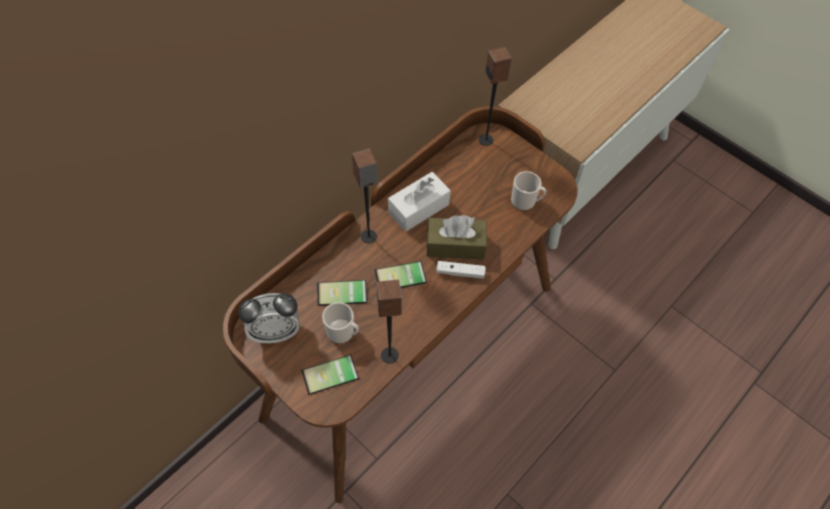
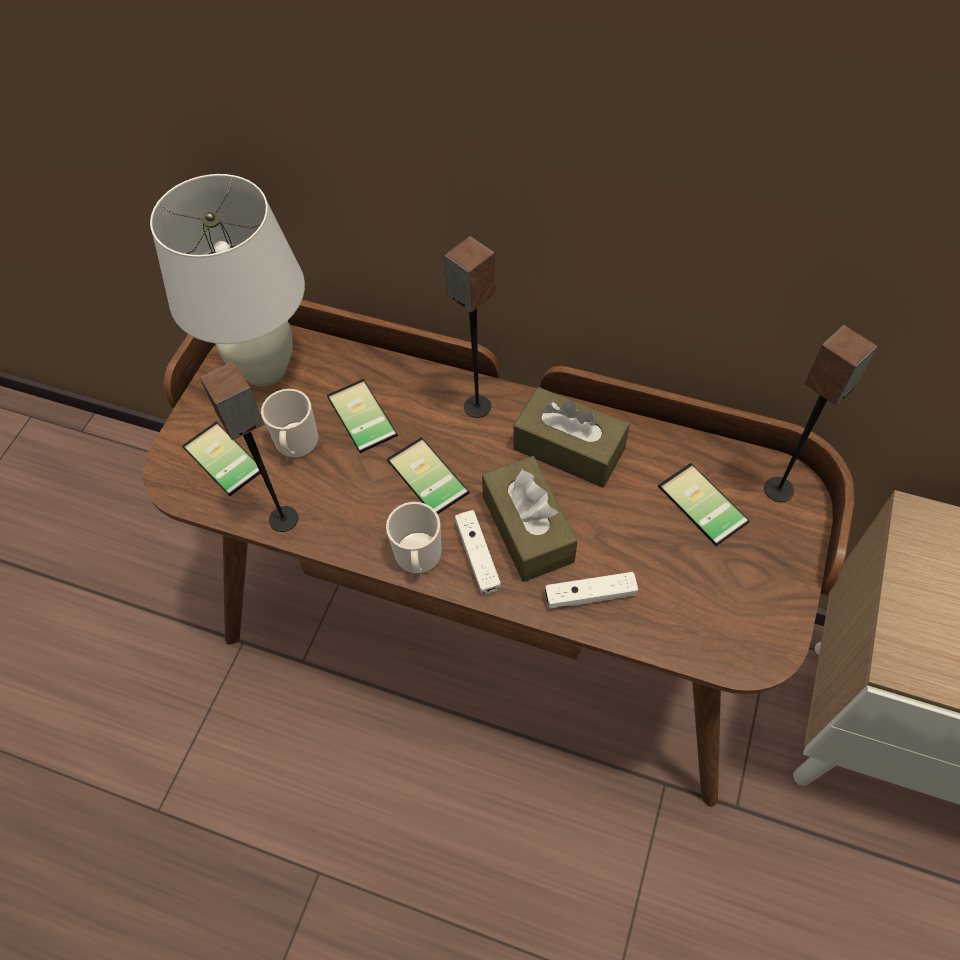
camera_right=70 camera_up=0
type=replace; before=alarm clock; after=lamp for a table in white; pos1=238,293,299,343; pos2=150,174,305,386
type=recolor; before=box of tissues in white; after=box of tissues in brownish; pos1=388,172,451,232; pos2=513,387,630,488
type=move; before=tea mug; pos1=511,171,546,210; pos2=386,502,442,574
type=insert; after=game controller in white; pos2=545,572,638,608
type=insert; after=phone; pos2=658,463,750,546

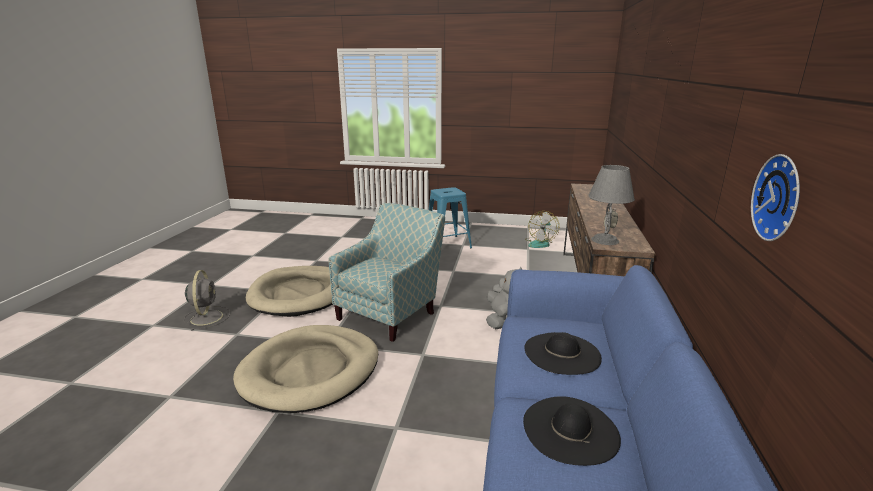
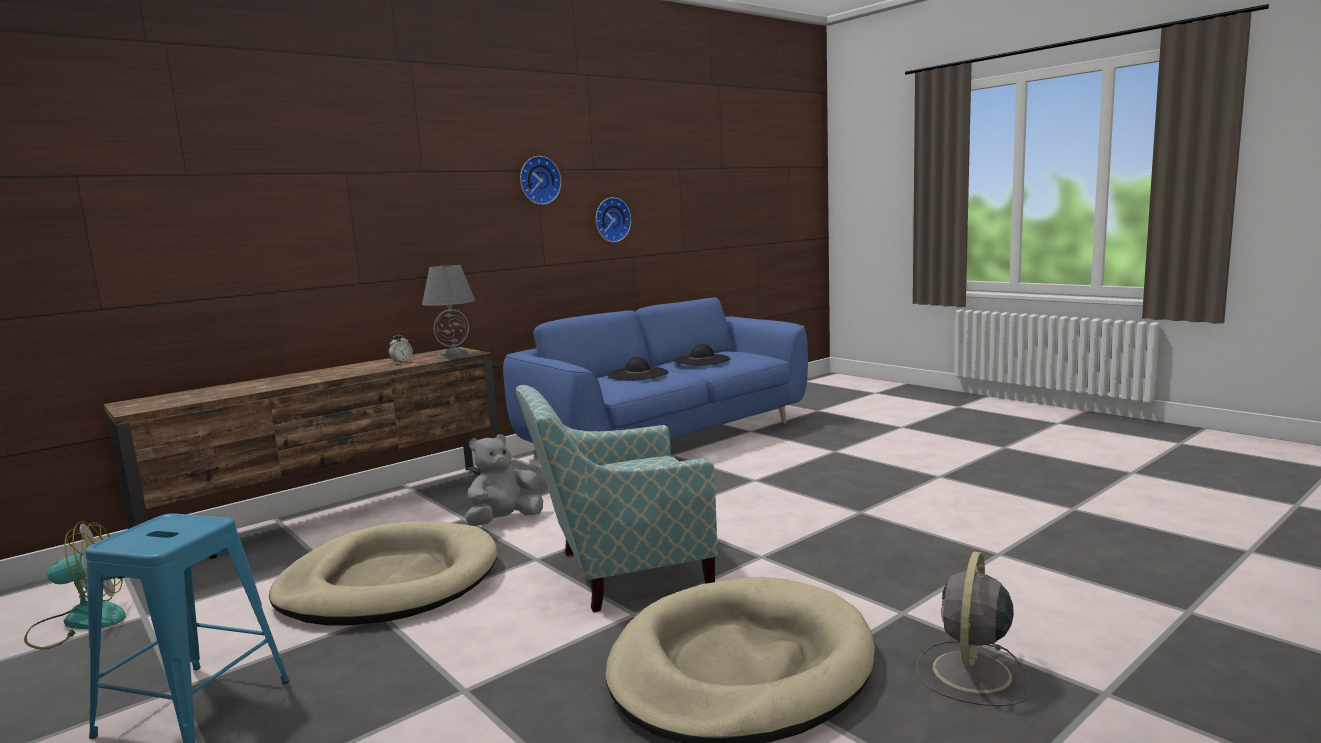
camera_right=-140 camera_up=-10
type=move; before=dog bed in beige; pos1=233,325,378,413; pos2=269,522,497,626
type=insert; after=clock on the wall; pos2=520,156,561,205

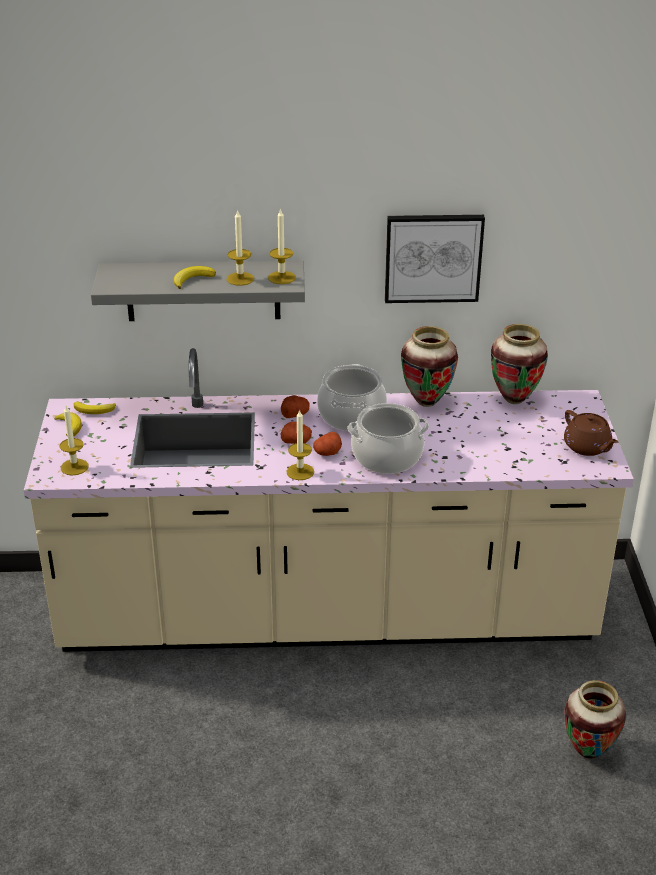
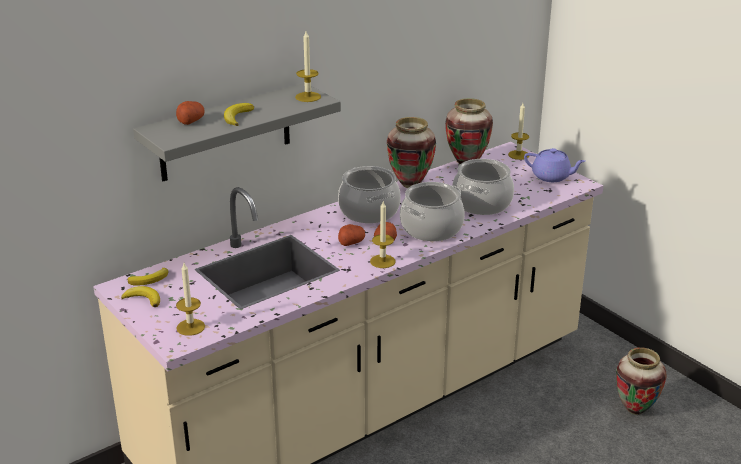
camera_right=-35 camera_up=-5
type=move; before=candle; pos1=227,209,254,286; pos2=508,103,529,160
type=move; before=potato; pos1=281,395,310,418; pos2=176,101,205,125
type=delete; before=wall art; pos1=385,215,485,303
type=recolor; before=tea pot in brownish; after=tea pot in purple; pos1=564,410,618,456; pos2=524,148,585,182
type=insert; after=cooking pot; pos2=452,159,514,215

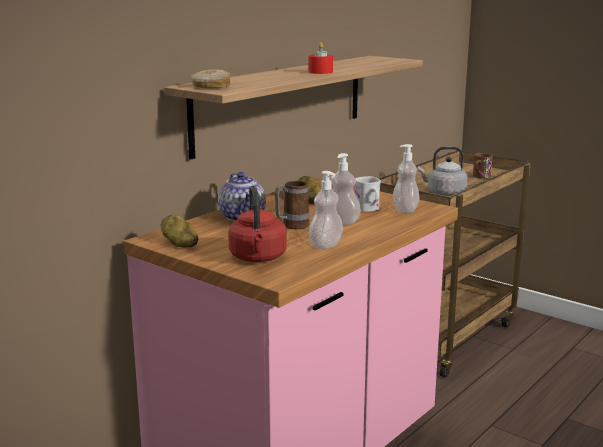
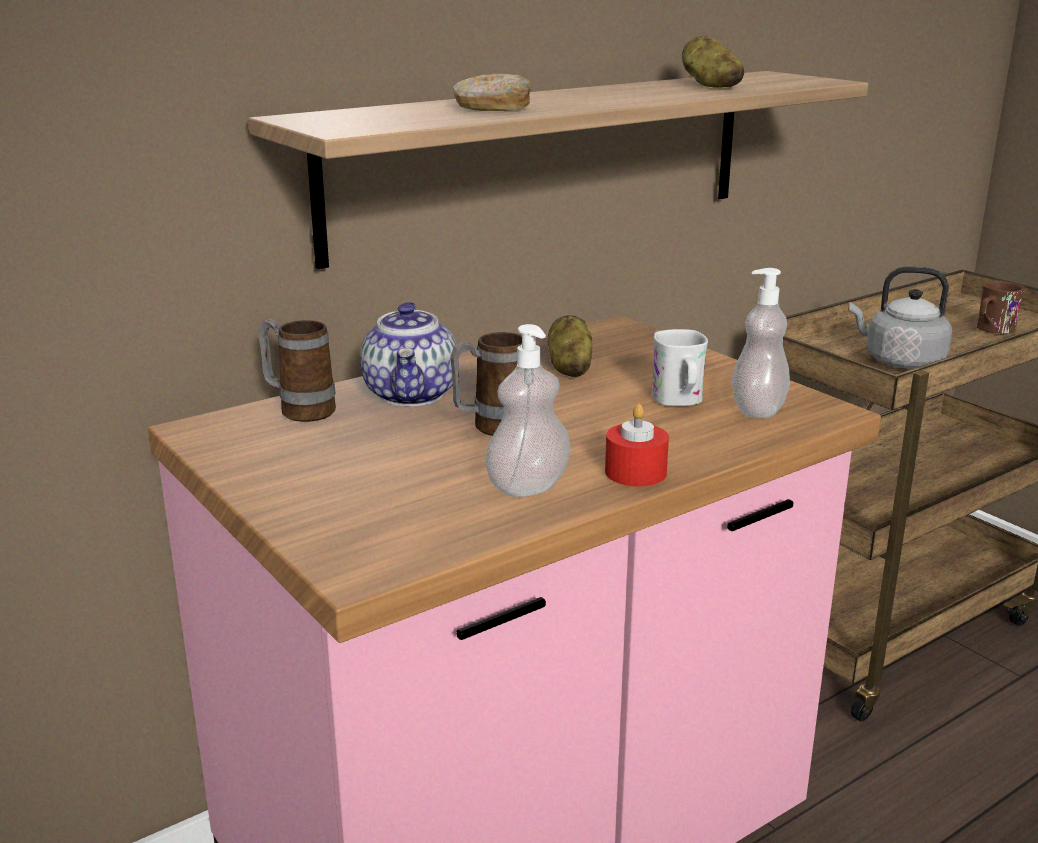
camera_right=15 camera_up=5
type=move; before=potato; pos1=161,215,198,248; pos2=682,36,744,88
type=move; before=donut; pos1=191,69,231,88; pos2=453,74,532,111
type=delete; before=water kettle in reddish; pos1=228,186,287,262
type=move; before=candle in reddish; pos1=308,42,333,74; pos2=605,404,669,486
type=delete; before=soap dispenser; pos1=330,153,361,225
type=insert; after=tea mug; pos2=258,319,336,422

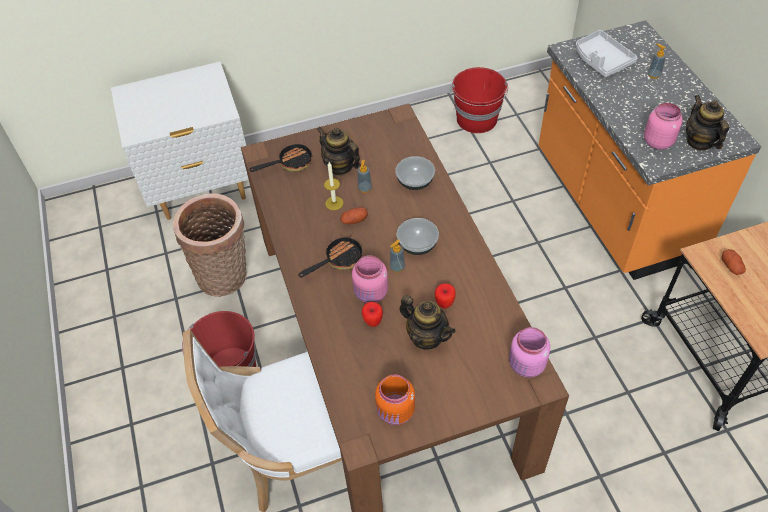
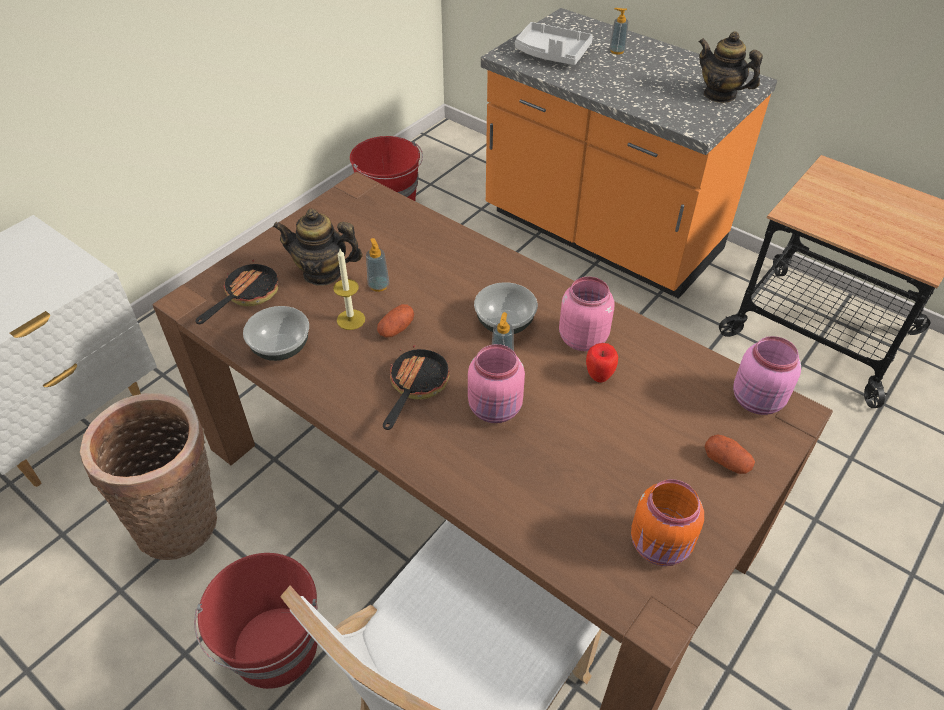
camera_right=-35 camera_up=-5
type=delete; before=apple fruit; pos1=362,302,383,327
type=move; before=bowl; pos1=395,156,435,190; pos2=243,306,309,361
type=delete; before=tea pot; pos1=399,295,456,349
type=move; before=storage jar in pink; pos1=644,103,683,150; pos2=559,277,614,351
type=move; before=potato; pos1=722,249,746,275; pos2=705,435,755,474

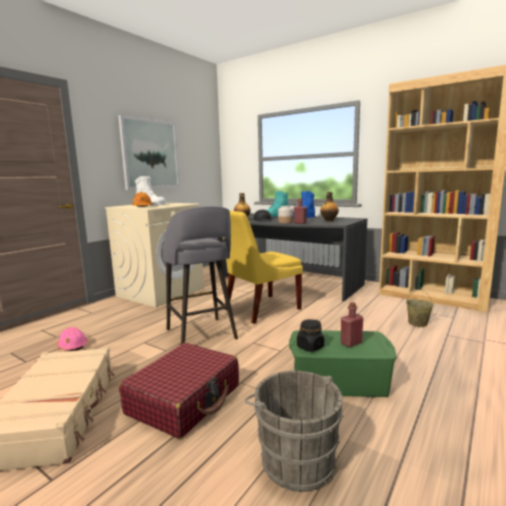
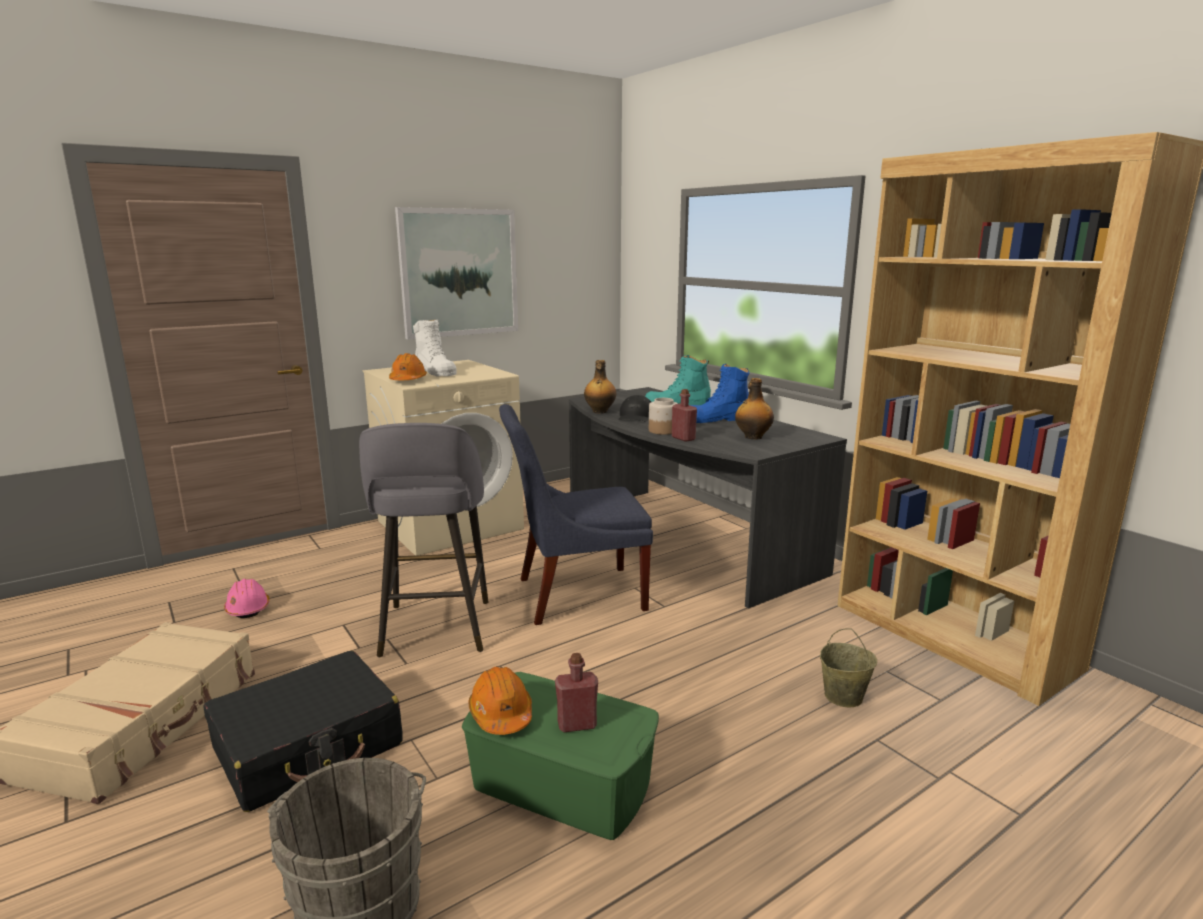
camera_right=20 camera_up=5
type=recolor; before=piece of luggage in reddish; after=piece of luggage in black; pos1=119,343,239,439; pos2=204,651,403,812
type=recolor; before=upright chair in yellow-coloured; after=upright chair in blue; pos1=223,211,303,324; pos2=499,404,653,625
type=replace; before=storage jar in black; after=work helmet in orange; pos1=297,319,324,352; pos2=469,667,532,735

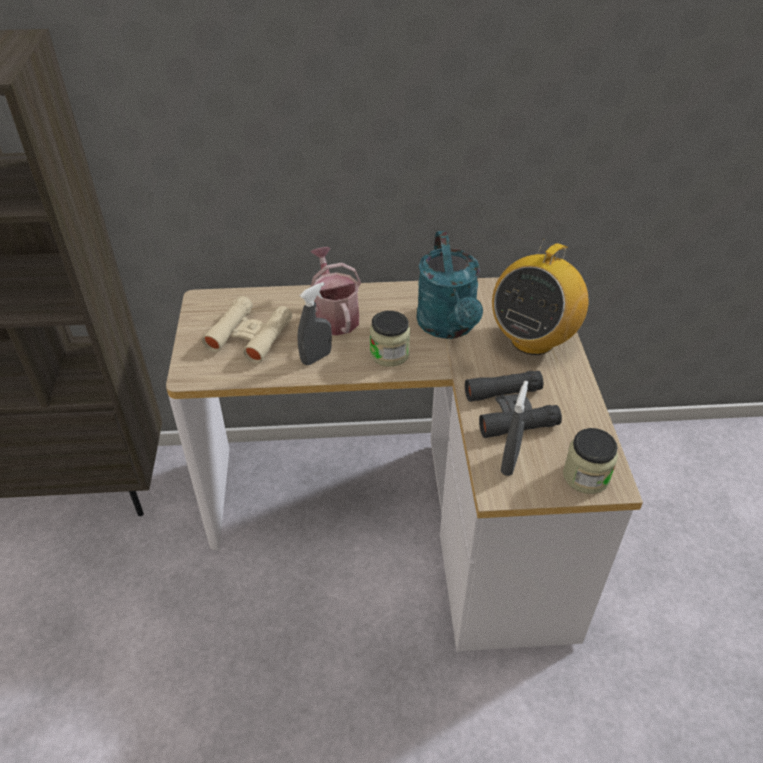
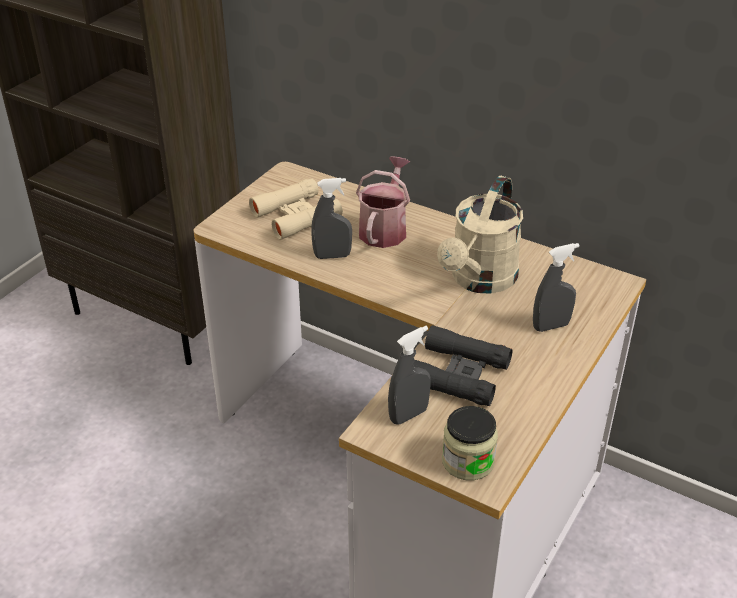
camera_right=35 camera_up=-5
type=delete; before=storage jar; pos1=370,311,410,367
type=recolor; before=sprinkling can in blue-green; after=sprinkling can in beige; pos1=417,231,483,339; pos2=437,175,523,294
type=replace; before=radio receiver; after=hand sprayer in greyish; pos1=492,239,588,355; pos2=533,243,580,332

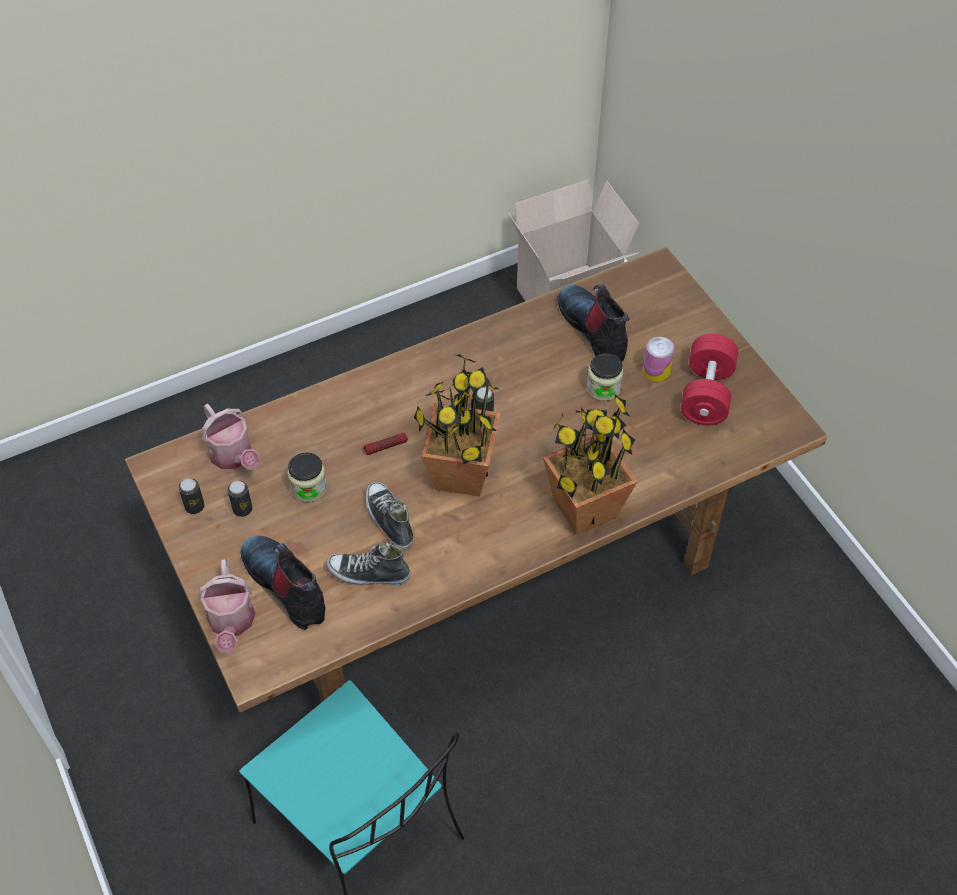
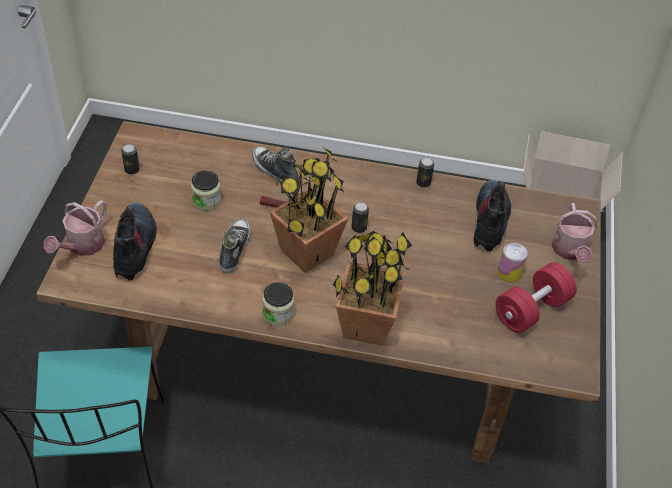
camera_right=35 camera_up=-5
type=move; before=sprinkling can; pos1=202,404,260,470; pos2=551,203,597,263
type=move; before=metal can; pos1=227,481,252,517; pos2=416,158,434,187
type=move; before=item of footwear; pos1=326,542,410,585; pos2=252,146,299,183
type=move; before=storage jar; pos1=587,353,623,401; pos2=262,282,294,326

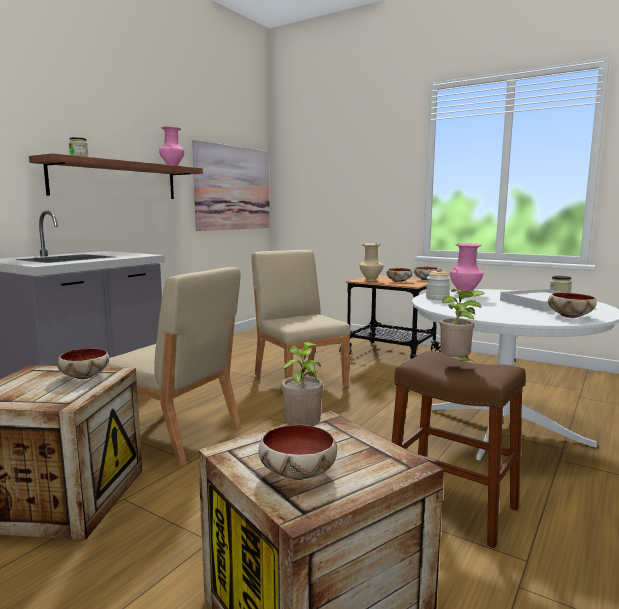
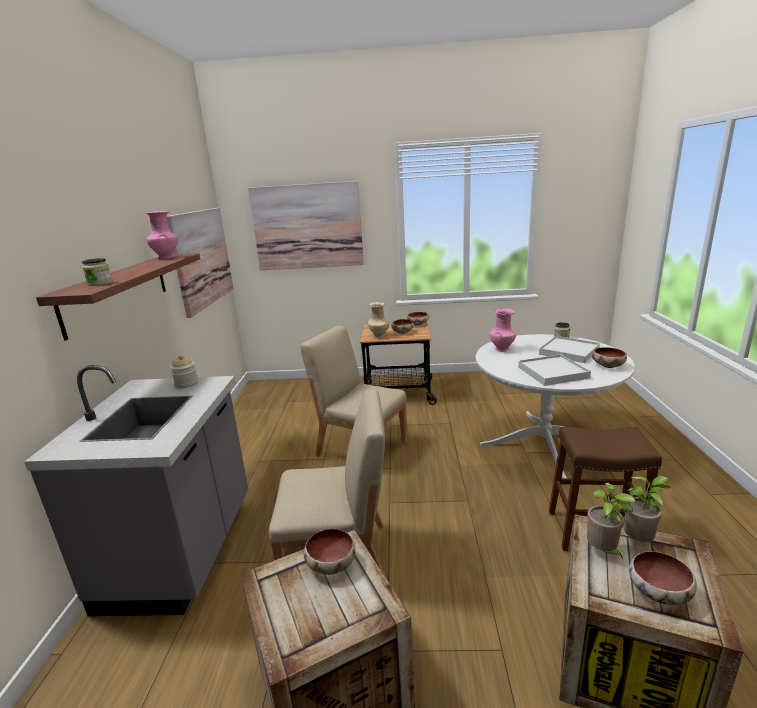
camera_right=-30 camera_up=10
type=move; before=storage jar; pos1=426,268,450,300; pos2=170,355,198,388
type=move; before=potted plant; pos1=440,289,485,361; pos2=624,476,671,542
type=insert; after=wall art; pos2=248,181,364,270
type=insert; after=serving tray in white; pos2=518,354,591,386

